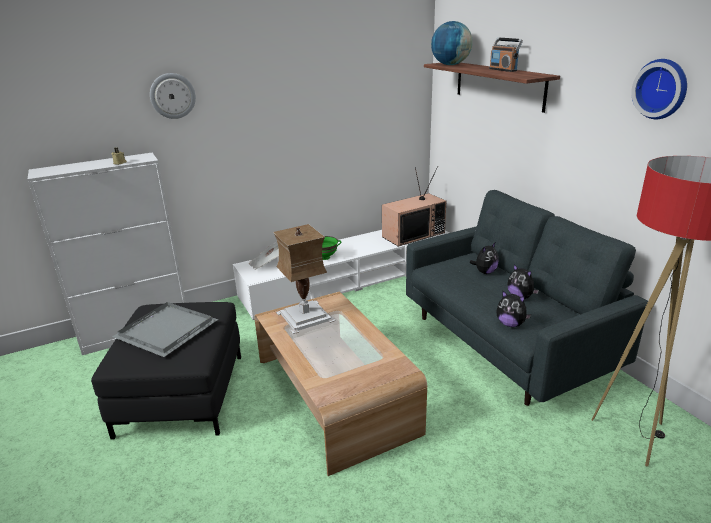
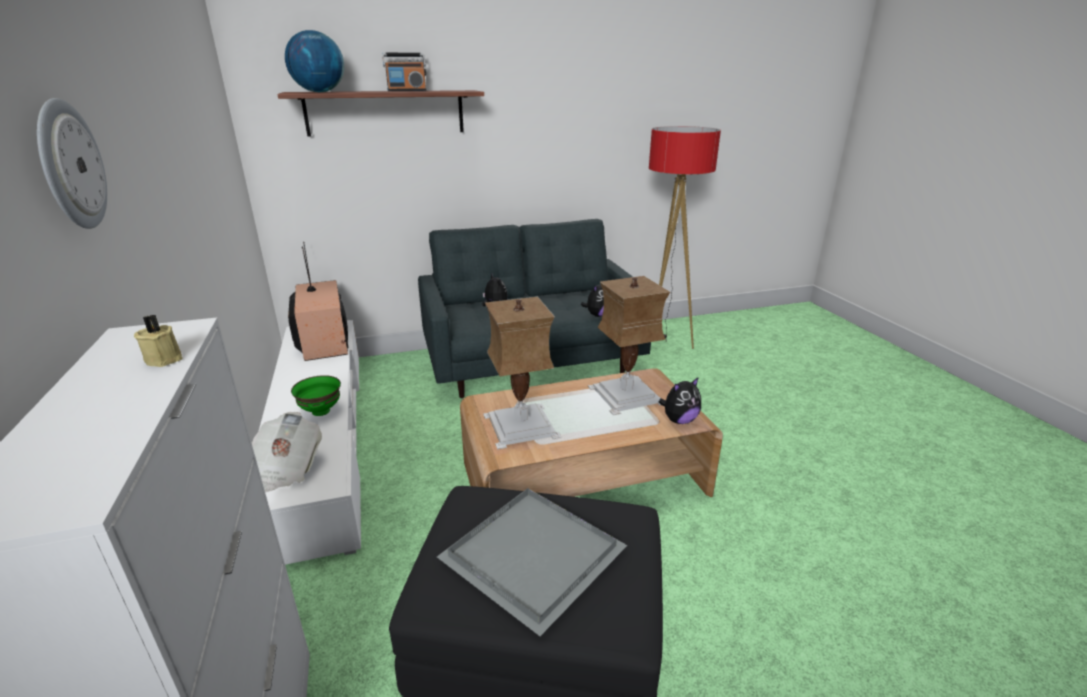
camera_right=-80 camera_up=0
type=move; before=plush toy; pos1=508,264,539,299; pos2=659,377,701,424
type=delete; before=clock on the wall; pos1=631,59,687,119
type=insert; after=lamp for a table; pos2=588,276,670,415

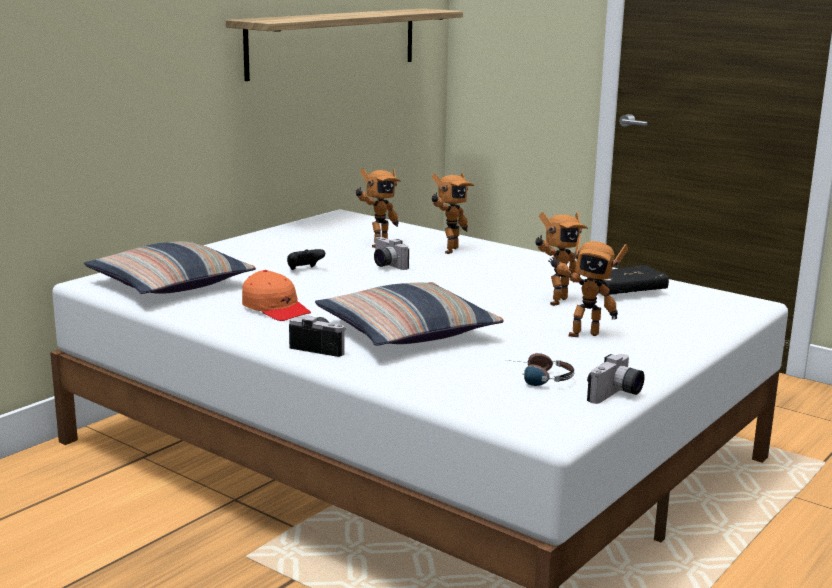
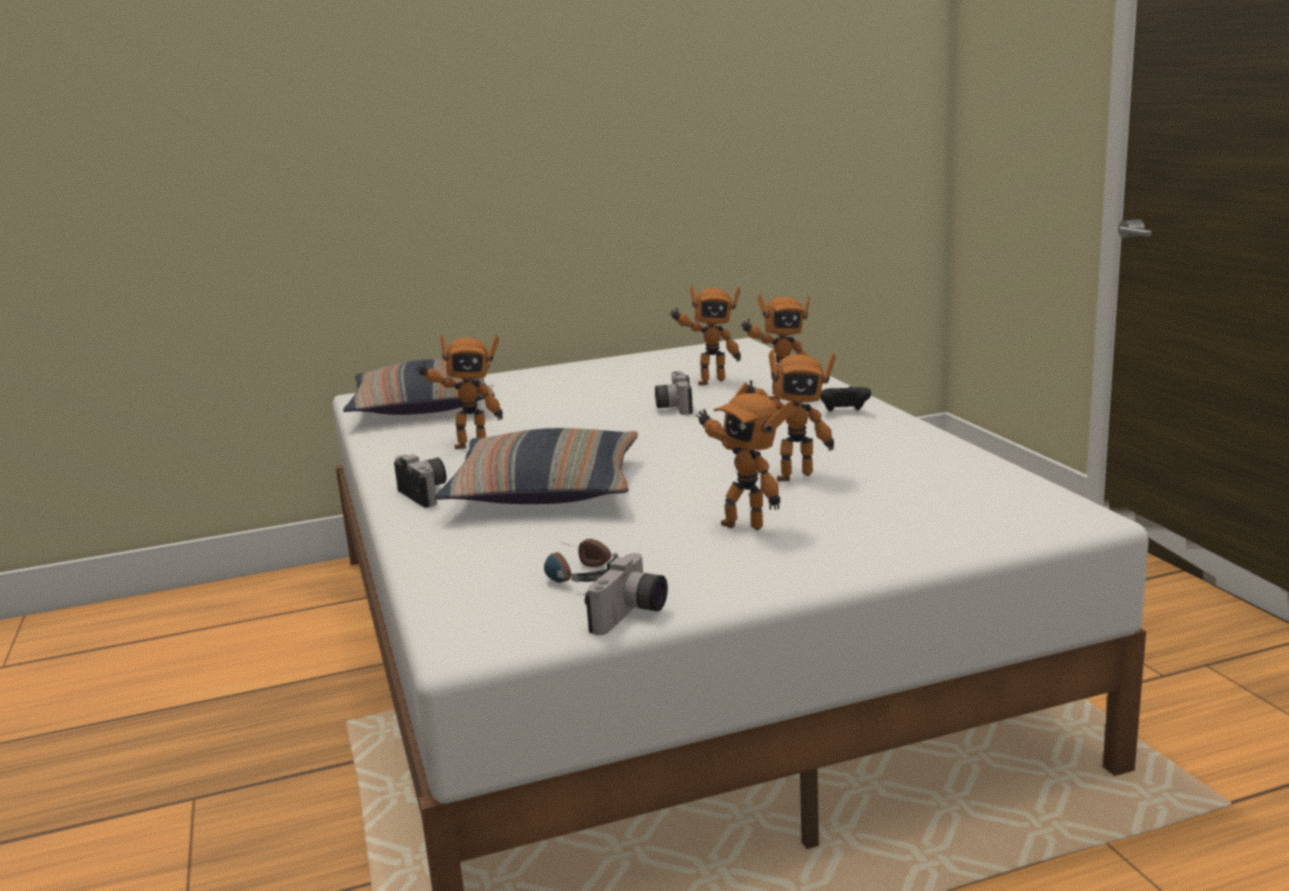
camera_right=35 camera_up=0
type=delete; before=shelf; pos1=226,8,463,81
type=replace; before=peaked cap in orange; after=robot figure; pos1=242,270,311,321; pos2=415,335,503,449
type=move; before=game controller in black; pos1=287,249,325,270; pos2=820,386,871,412
type=delete; before=book in black; pos1=587,265,669,295
type=rotate; before=still camera; pos1=587,354,645,404; pos2=585,553,668,635; turn=-45

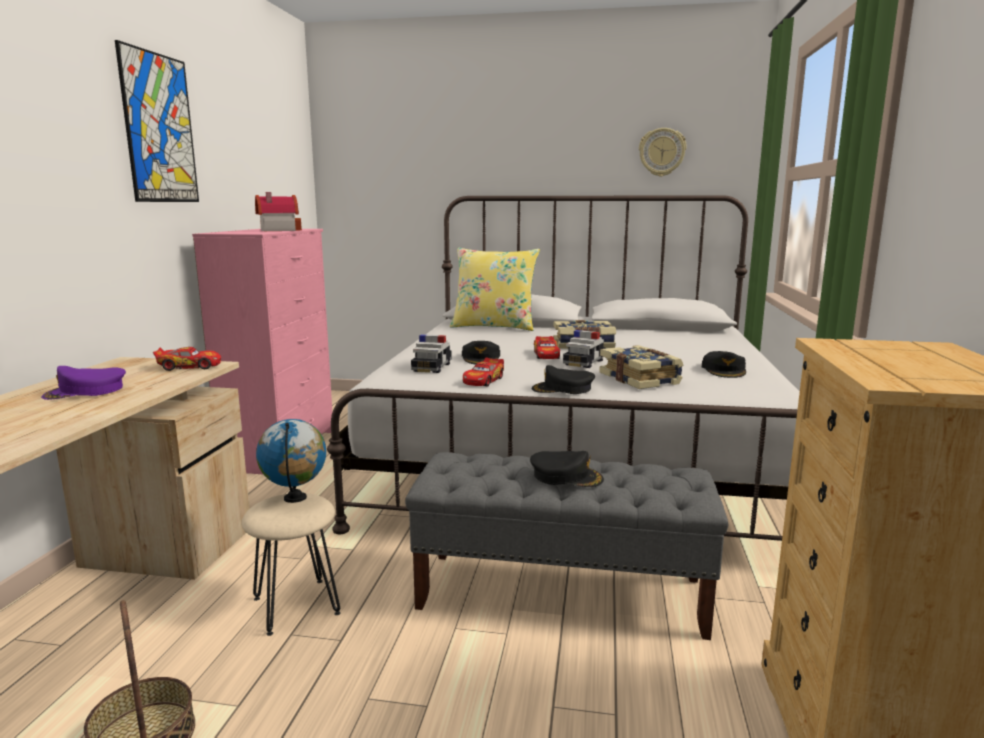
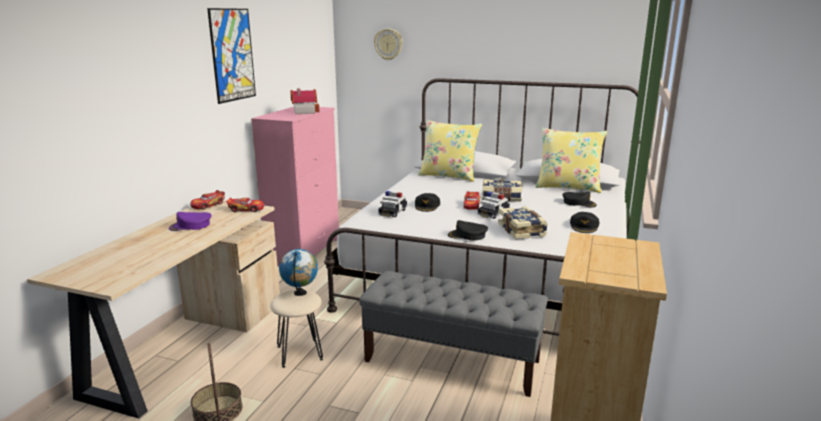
camera_right=10 camera_up=5
type=move; before=miniature car; pos1=463,357,504,387; pos2=190,190,225,210
type=move; before=peaked cap in black; pos1=530,451,604,487; pos2=562,192,597,207
type=move; before=clock on the wall; pos1=639,128,687,177; pos2=374,28,403,61
type=insert; after=throw pillow in yellow-coloured; pos2=535,128,607,193

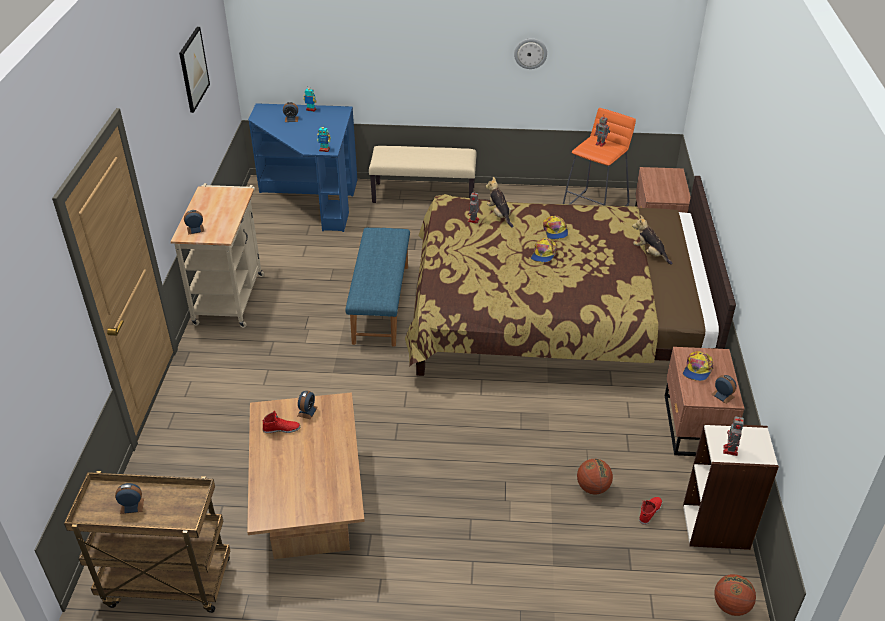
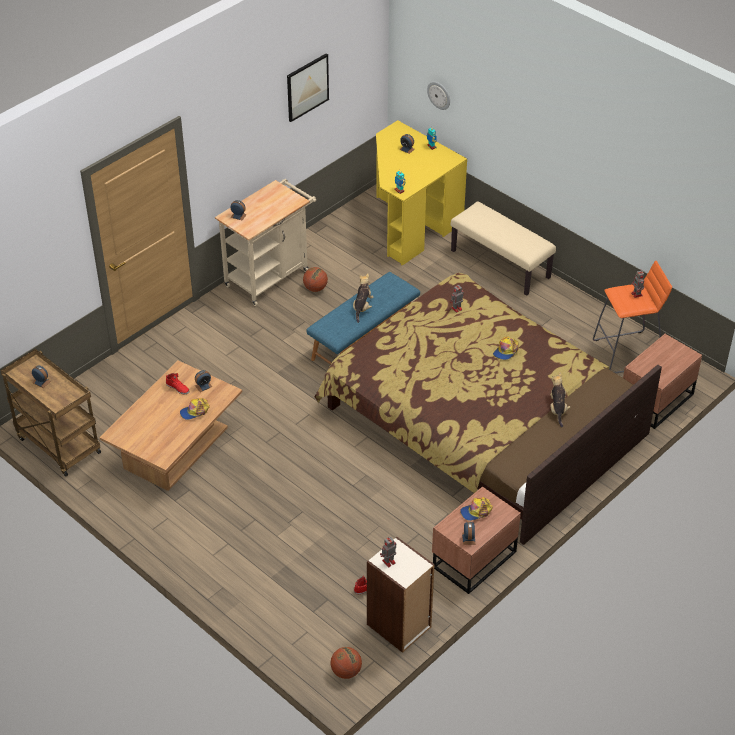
camera_right=40 camera_up=5
type=recolor; before=desk in blue; after=desk in yellow-coloured; pos1=248,103,357,232; pos2=376,120,467,266
type=move; before=plush toy; pos1=485,177,514,228; pos2=353,274,373,323
type=move; before=clock on the wall; pos1=514,38,547,69; pos2=427,82,450,110
type=move; before=peaked cap; pos1=531,238,557,262; pos2=180,398,210,420
type=move; before=ball for basketball; pos1=577,459,613,494; pos2=303,267,328,292

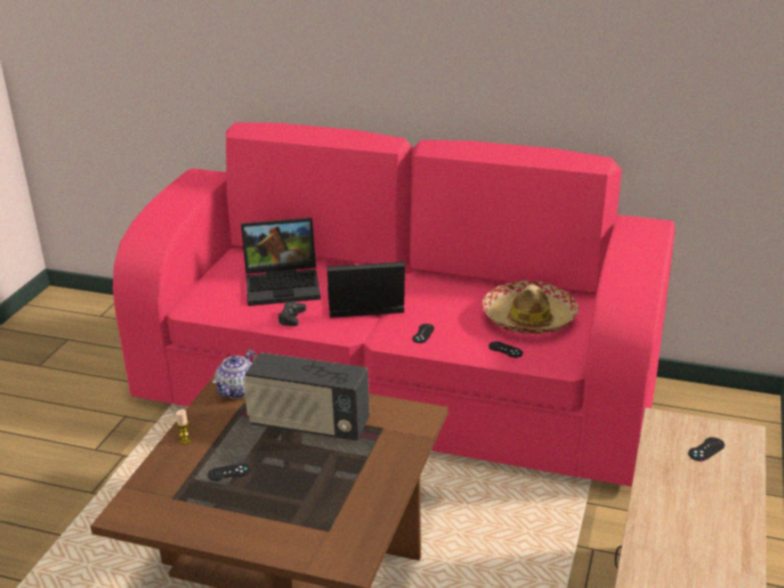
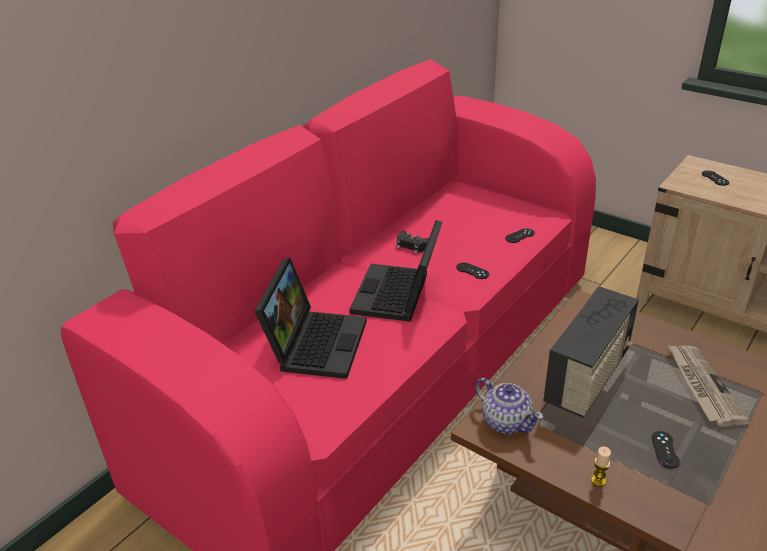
camera_right=-70 camera_up=5
type=move; before=game controller in black; pos1=278,302,307,326; pos2=397,231,429,254
type=delete; before=hat; pos1=482,281,579,334
type=insert; after=printed paper; pos2=668,345,751,427

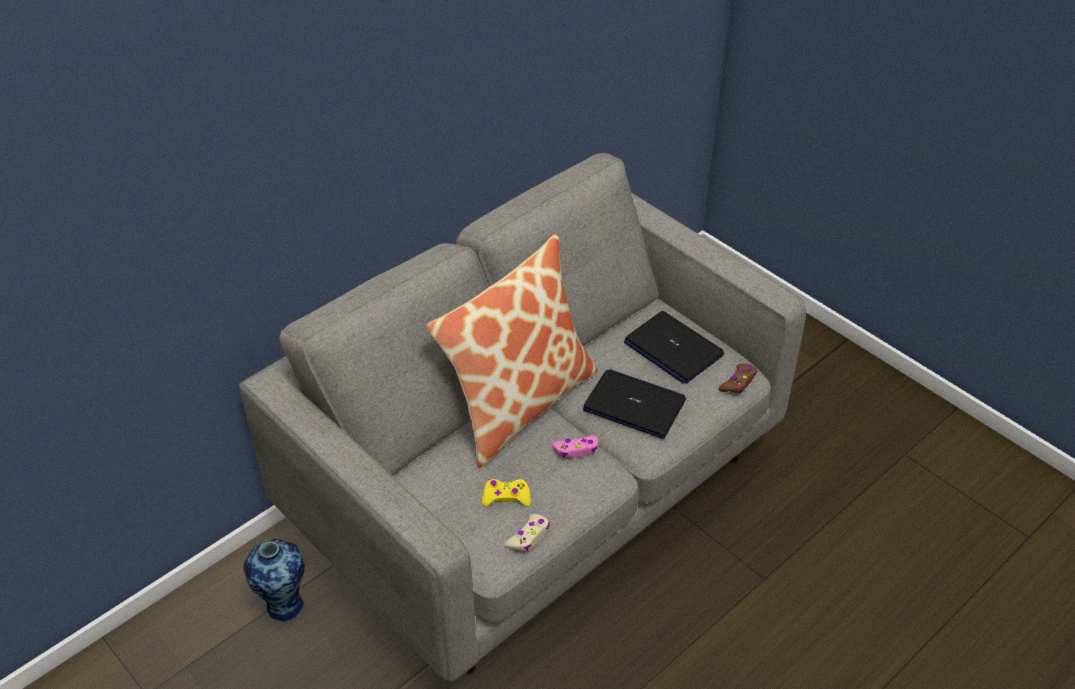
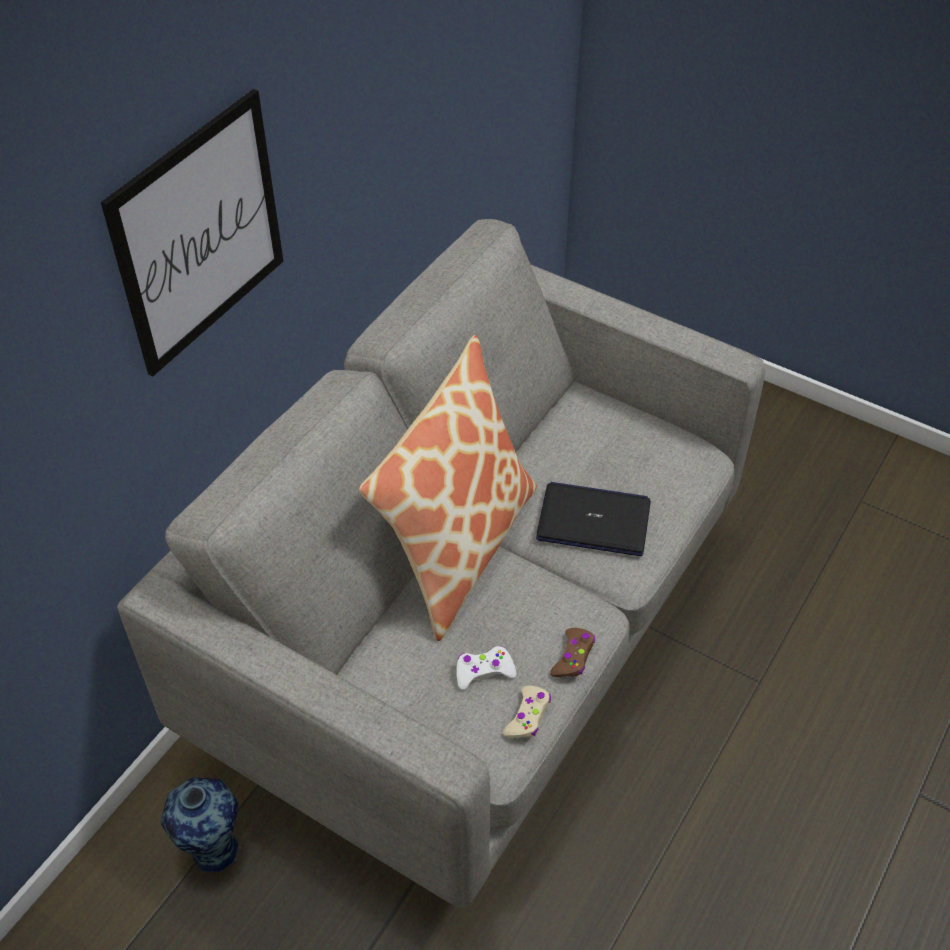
camera_right=-15 camera_up=5
type=recolor; before=game controller in yellow-coloured; after=game controller in white; pos1=482,479,531,507; pos2=456,646,516,690
type=delete; before=game controller in pink; pos1=552,435,598,458
type=delete; before=laptop; pos1=624,311,724,384
type=move; before=game controller in brownish; pos1=719,364,757,393; pos2=550,628,595,677
type=insert; after=wall art; pos2=101,89,283,377

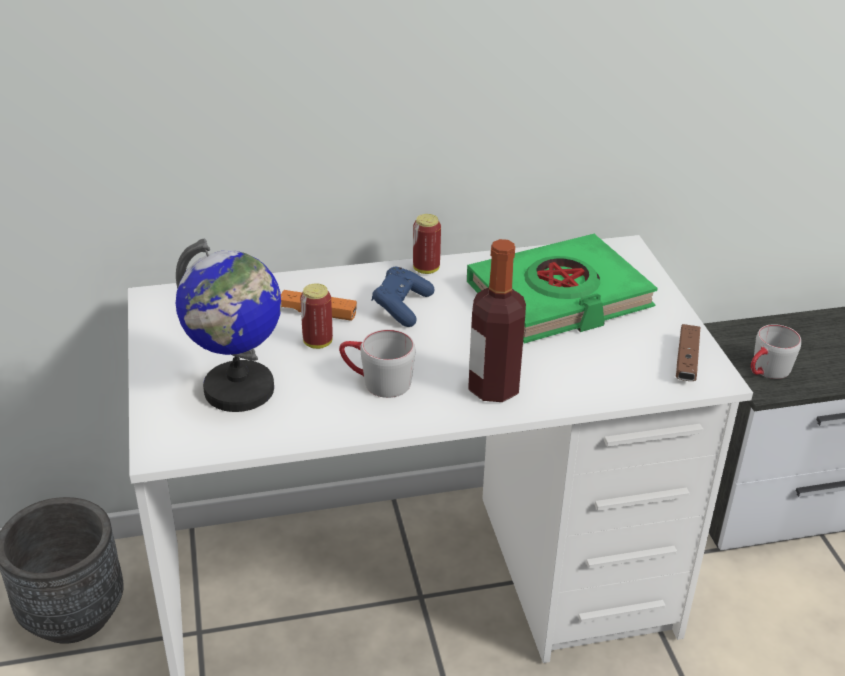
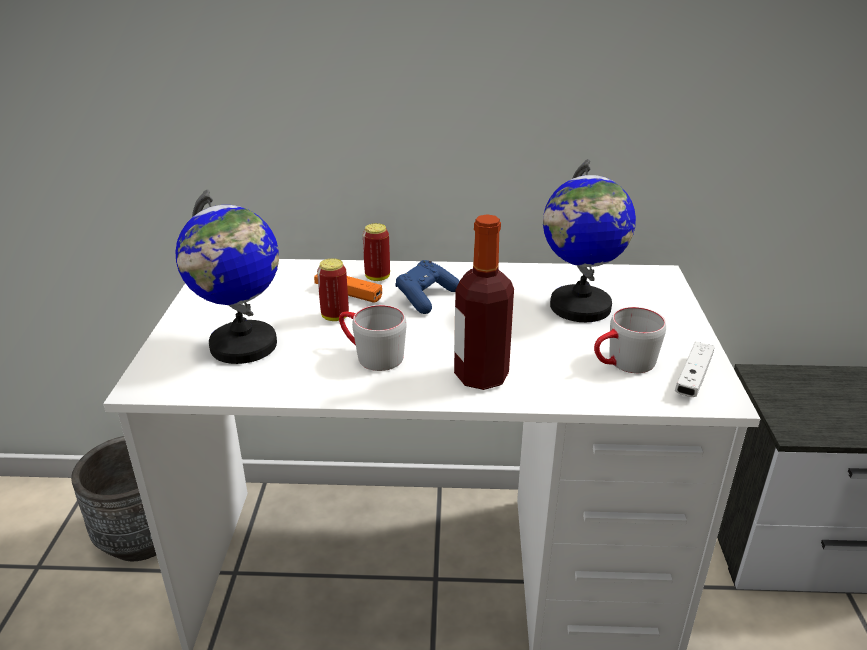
camera_right=15 camera_up=-5
type=move; before=metal can; pos1=413,214,441,274; pos2=363,223,390,281
type=replace; before=book in green; after=globe; pos1=467,234,658,343; pos2=543,159,636,322
type=recolor; before=game controller in brownish; after=game controller in white; pos1=676,324,700,381; pos2=675,342,714,397
type=move; before=tea mug in greyish; pos1=751,324,801,379; pos2=594,307,666,373

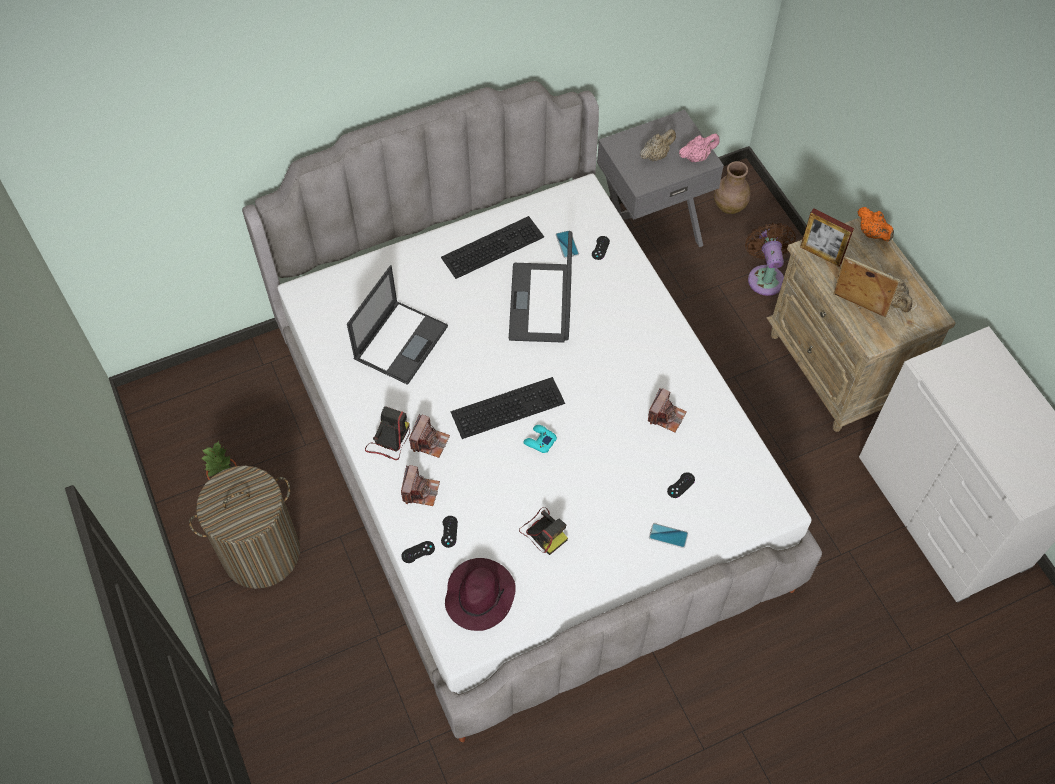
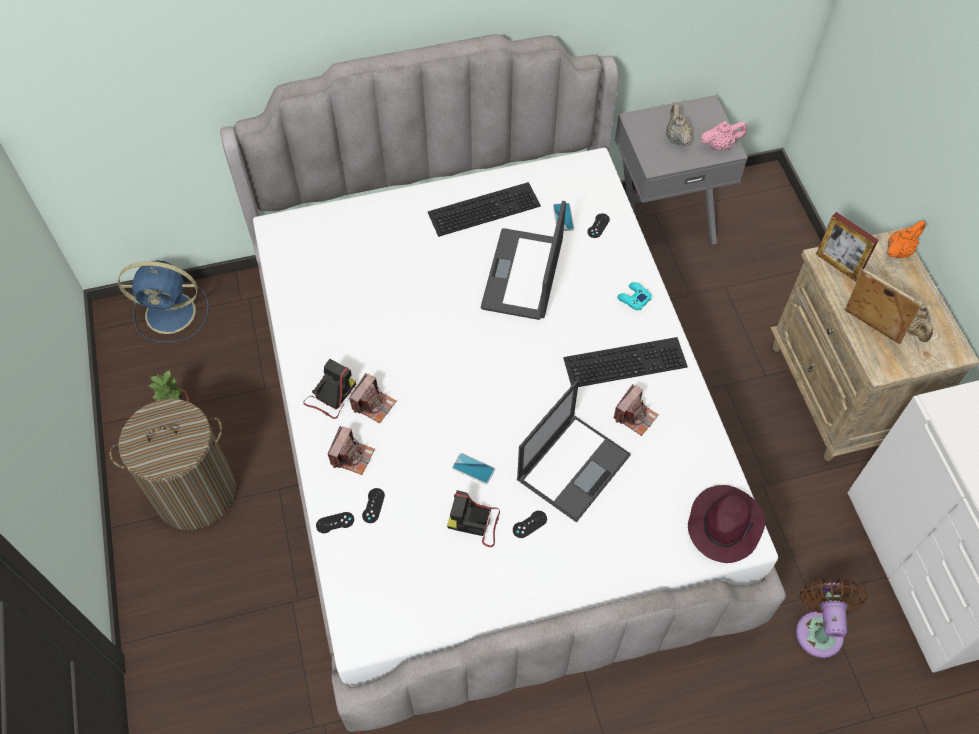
camera_right=10 camera_up=0
type=move; before=laptop; pos1=347,265,448,385; pos2=516,380,631,523
type=move; before=hat in purple; pos1=445,558,516,631; pos2=688,485,765,563
type=move; before=keyboard; pos1=451,377,565,439; pos2=563,337,688,387
type=rotate; before=still camera; pos1=519,507,568,555; pos2=447,490,500,547; turn=135
type=move; before=game controller in blue-green; pos1=523,425,557,453; pos2=617,282,652,310
type=rotate; before=tea pot in beige; pos1=640,129,676,161; pos2=666,104,692,146; turn=-75
type=move; before=phone; pos1=649,523,688,548; pos2=452,453,495,484
type=move; before=game controller in black; pos1=667,472,695,498; pos2=513,511,547,538
type=delete; before=flower vase in brownish; pos1=714,161,750,214
type=move; before=electric fan in brownish; pos1=745,223,796,296; pos2=796,579,868,658
type=rotate; before=tea pot in orange; pos1=858,207,894,241; pos2=887,220,926,258; turn=-105
type=insert; after=electric fan in blue; pos2=118,260,209,343

